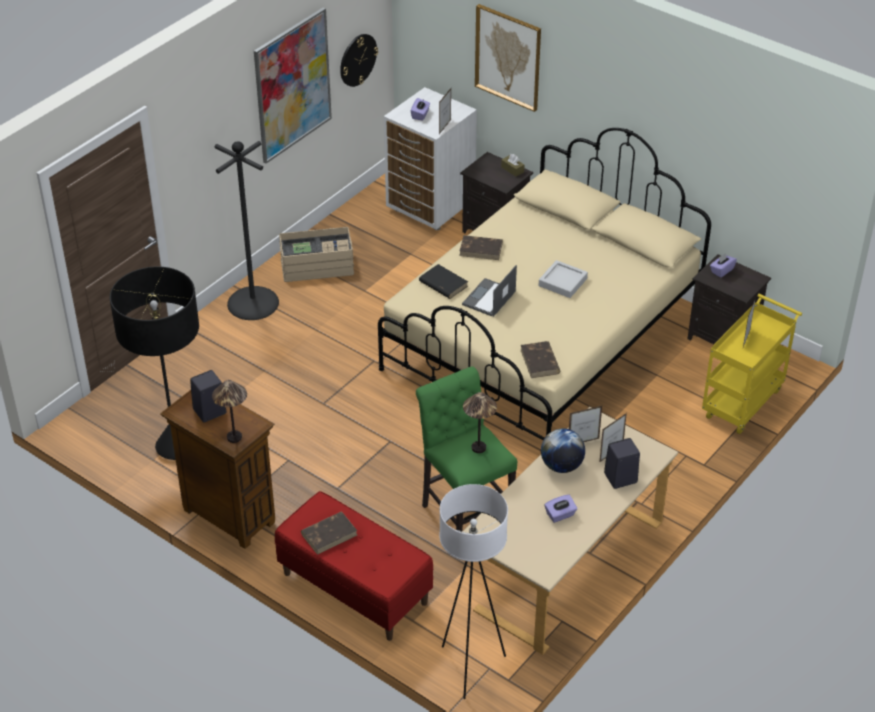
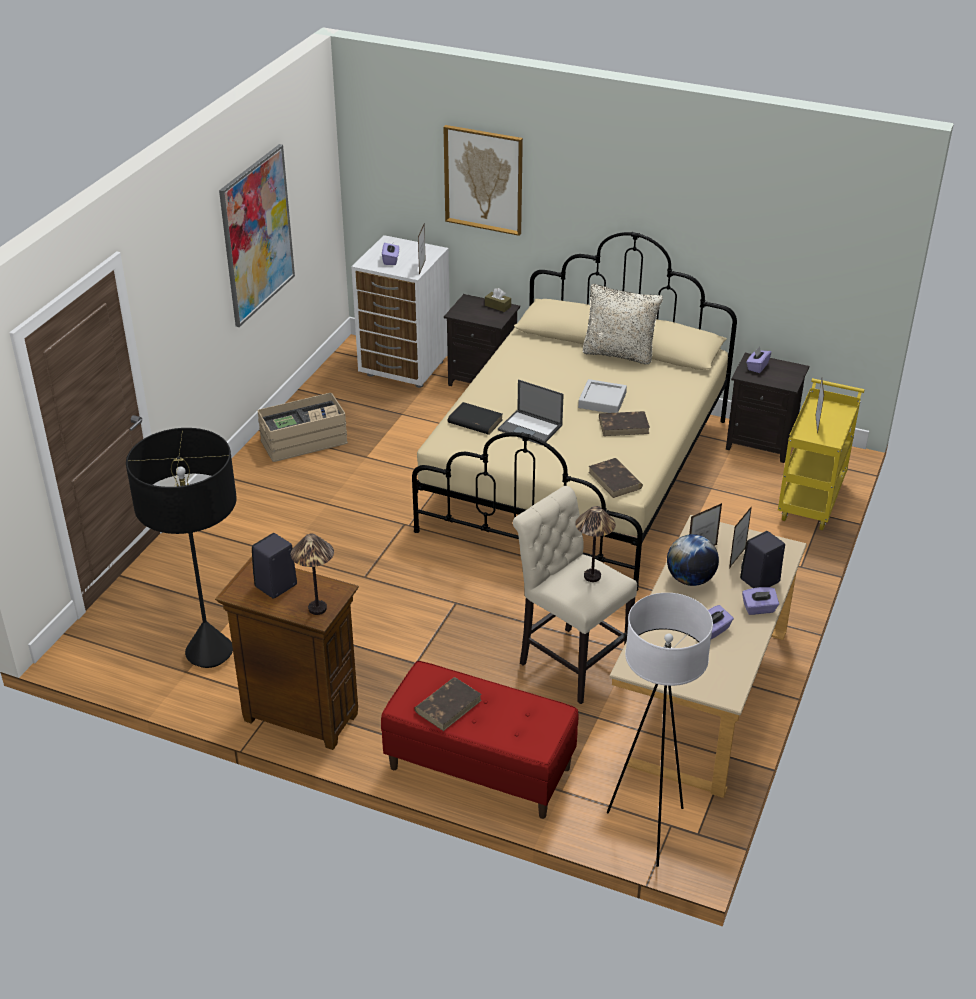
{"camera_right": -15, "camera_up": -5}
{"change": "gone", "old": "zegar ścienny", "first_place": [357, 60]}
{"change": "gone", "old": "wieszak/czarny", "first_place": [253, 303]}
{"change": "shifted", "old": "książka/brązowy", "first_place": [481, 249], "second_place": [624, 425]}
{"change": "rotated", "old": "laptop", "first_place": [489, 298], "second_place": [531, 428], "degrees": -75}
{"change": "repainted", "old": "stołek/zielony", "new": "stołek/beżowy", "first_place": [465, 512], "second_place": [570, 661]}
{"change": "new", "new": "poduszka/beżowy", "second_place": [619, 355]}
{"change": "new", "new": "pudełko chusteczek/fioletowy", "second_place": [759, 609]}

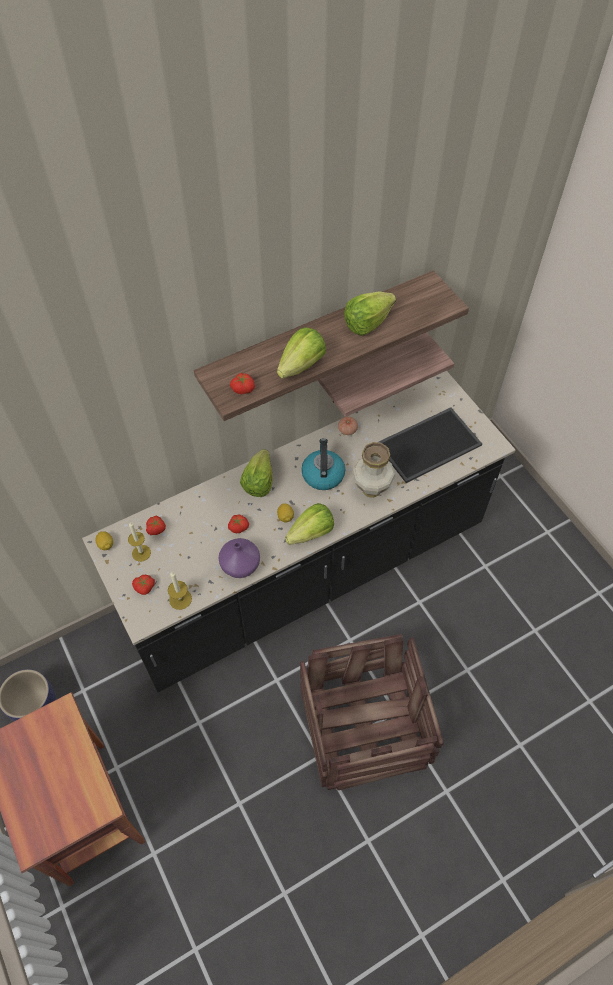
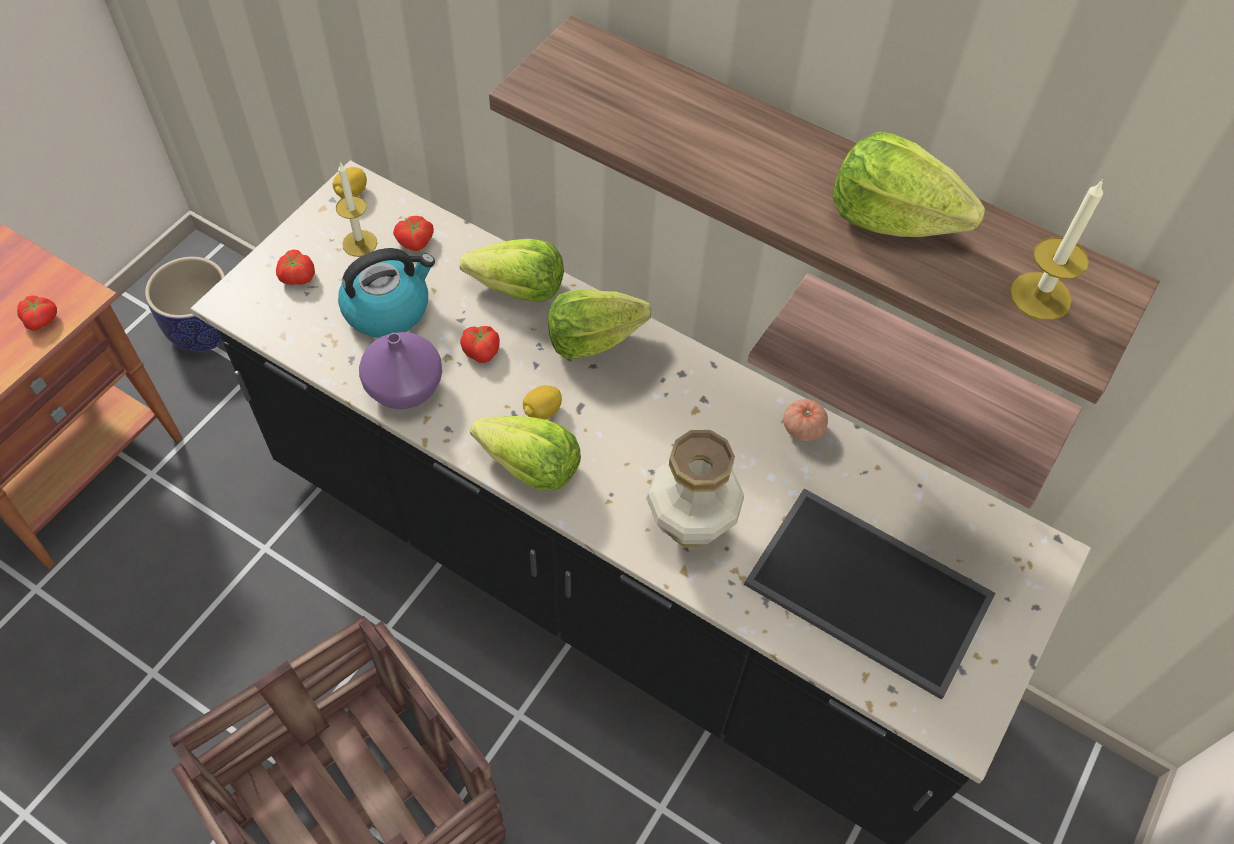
{"camera_right": 60, "camera_up": 0}
{"change": "shifted", "old": "sałata", "first_place": [301, 365], "second_place": [518, 290]}
{"change": "shifted", "old": "pomidor", "first_place": [243, 388], "second_place": [42, 319]}
{"change": "shifted", "old": "czajnik", "first_place": [322, 474], "second_place": [388, 308]}
{"change": "shifted", "old": "świeca", "first_place": [180, 599], "second_place": [1040, 296]}

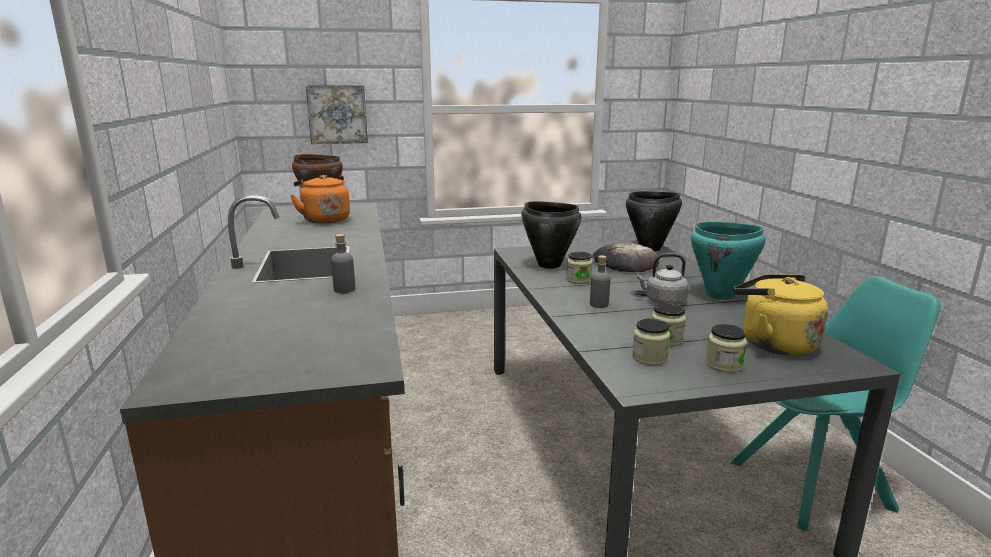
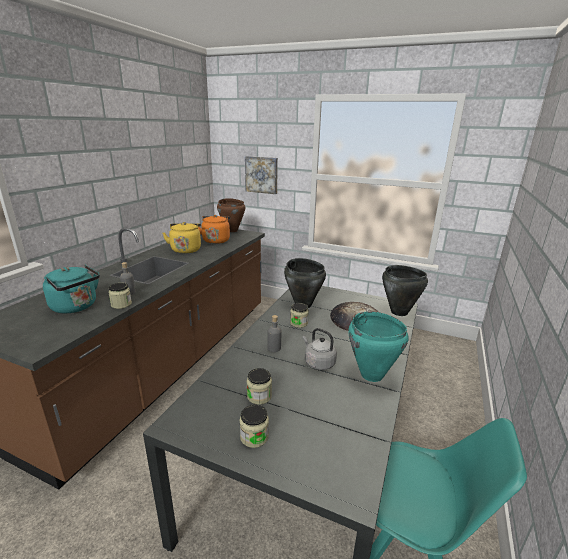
{"camera_right": 35, "camera_up": 5}
{"change": "shifted", "old": "czajnik/żółty", "first_place": [773, 343], "second_place": [186, 249]}
{"change": "shifted", "old": "słoik", "first_place": [649, 358], "second_place": [121, 304]}
{"change": "new", "new": "czajnik/turkusowy", "second_place": [76, 307]}

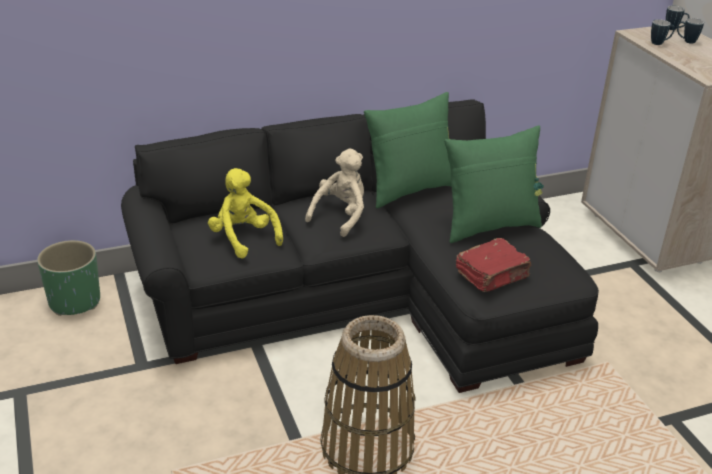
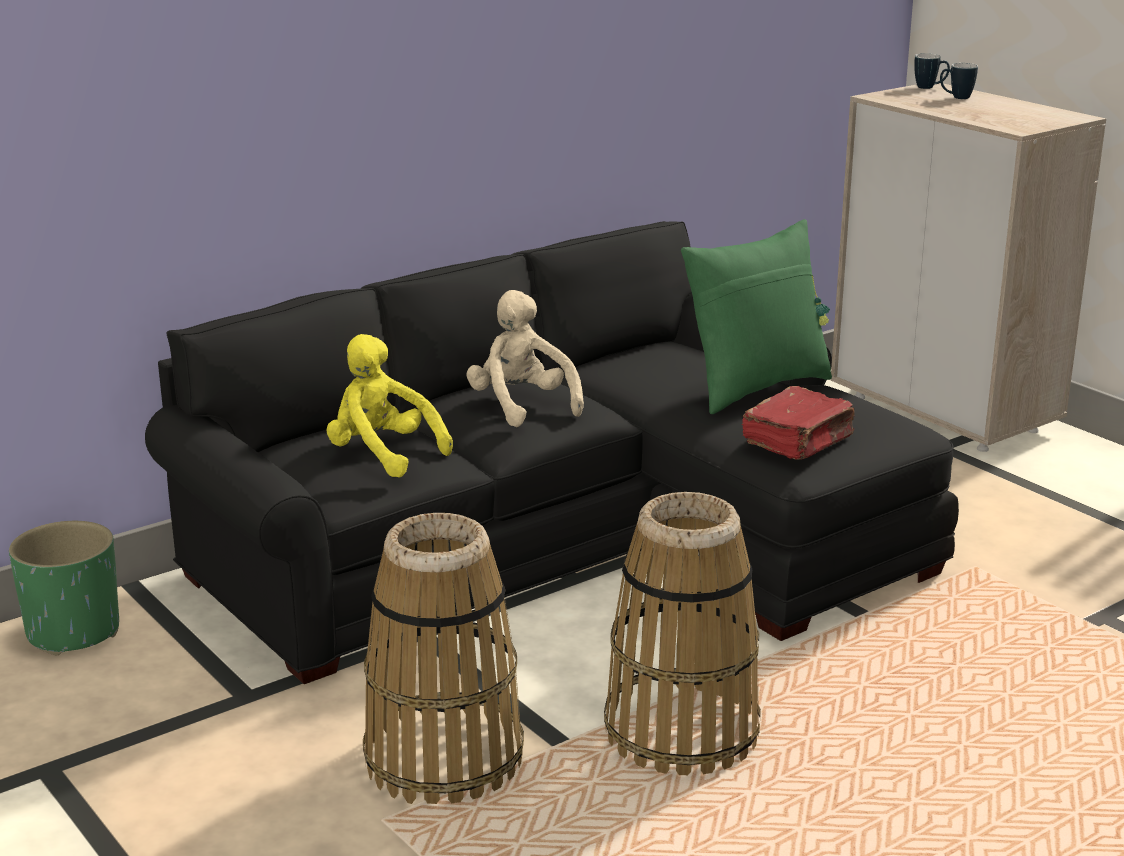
{"camera_right": -15, "camera_up": -10}
{"change": "gone", "old": "kubek", "first_place": [660, 43]}
{"change": "gone", "old": "poduszka/zielony", "first_place": [409, 191]}
{"change": "rotated", "old": "pluszak/beżowy", "first_place": [340, 216], "second_place": [521, 406], "degrees": -45}
{"change": "new", "new": "koszyk", "second_place": [443, 758]}

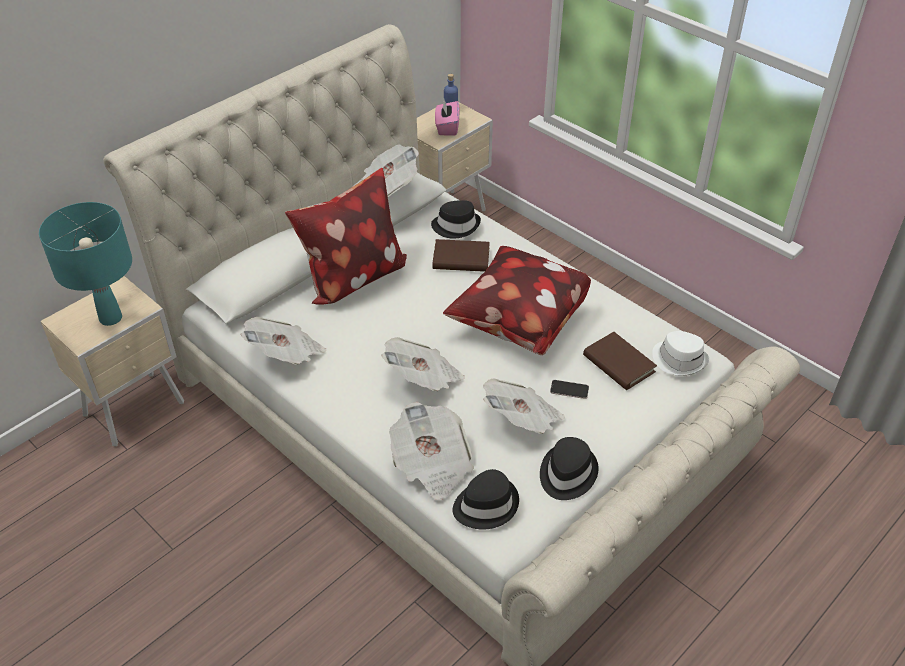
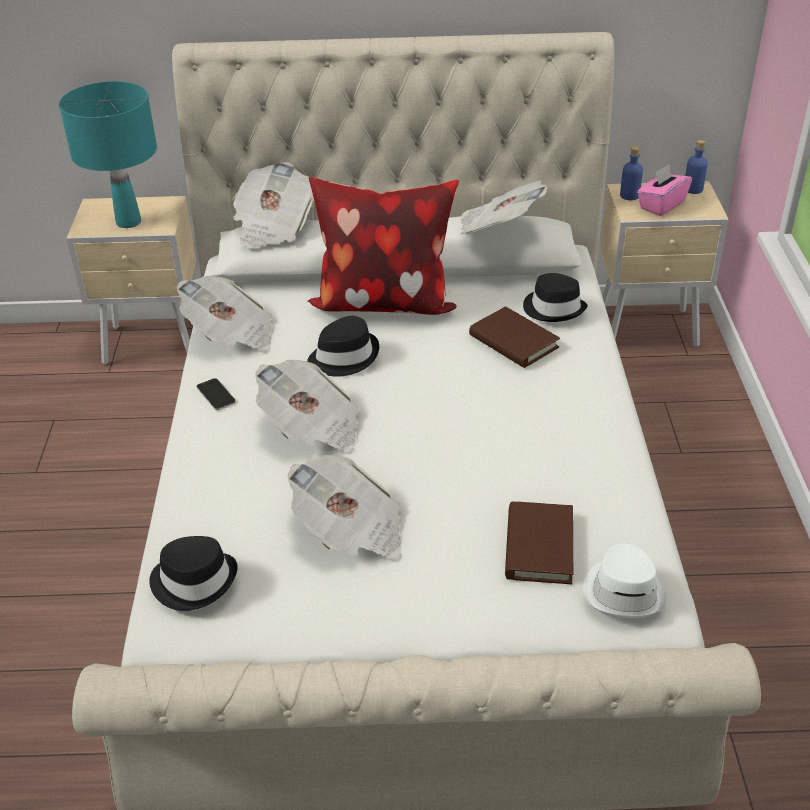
{"camera_right": 45, "camera_up": -5}
{"change": "gone", "old": "poduszka", "first_place": [517, 323]}
{"change": "shifted", "old": "telefon", "first_place": [569, 390], "second_place": [216, 395]}
{"change": "shifted", "old": "gazeta", "first_place": [432, 465], "second_place": [273, 227]}
{"change": "shifted", "old": "kapelusz/czarny", "first_place": [566, 474], "second_place": [343, 357]}
{"change": "new", "new": "butelka/niebieski", "second_place": [629, 195]}

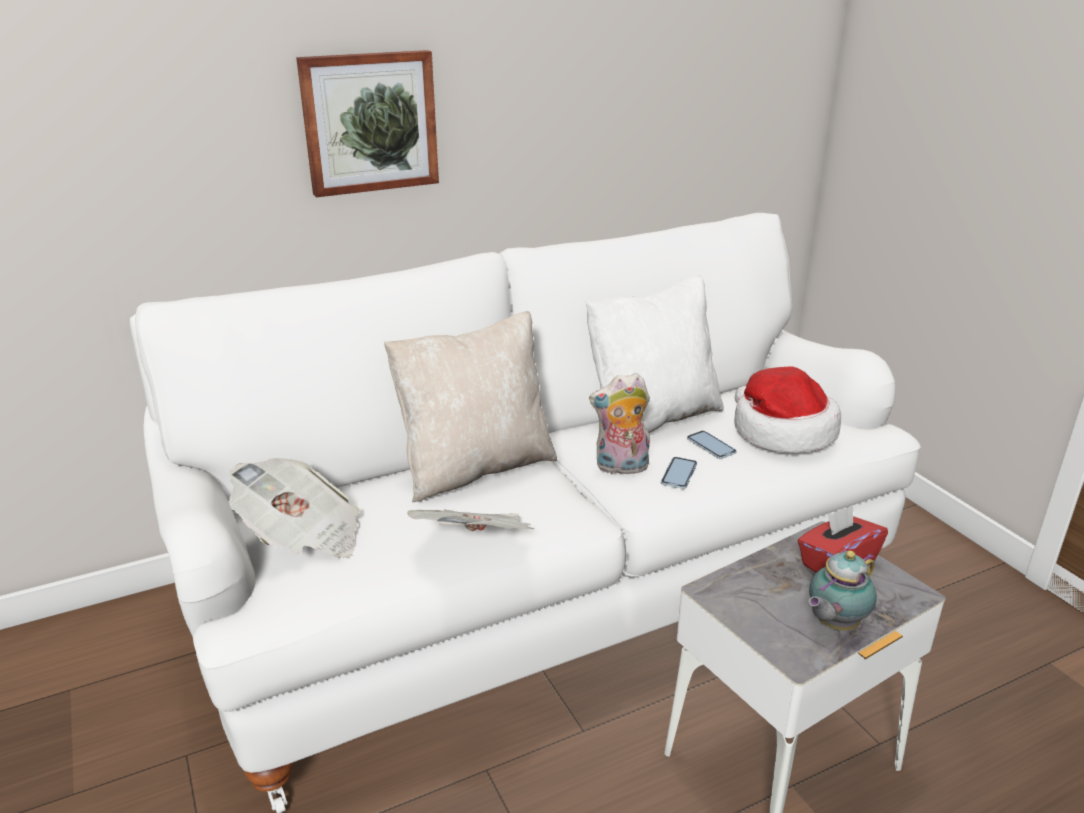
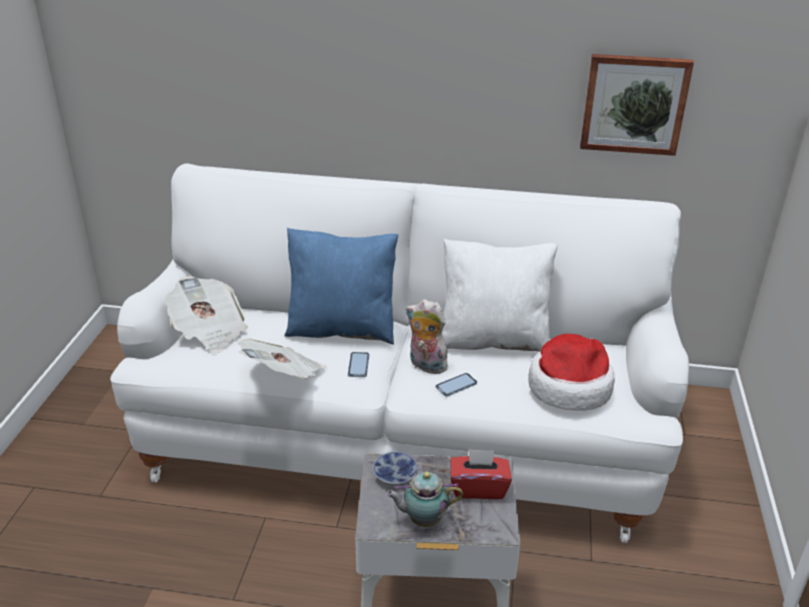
{"camera_right": 35, "camera_up": 5}
{"change": "shifted", "old": "obraz", "first_place": [369, 122], "second_place": [634, 104]}
{"change": "repainted", "old": "poduszka/beżowy", "new": "poduszka/niebieski", "first_place": [475, 468], "second_place": [342, 329]}
{"change": "shifted", "old": "telefon", "first_place": [711, 446], "second_place": [358, 365]}
{"change": "new", "new": "miska", "second_place": [394, 474]}

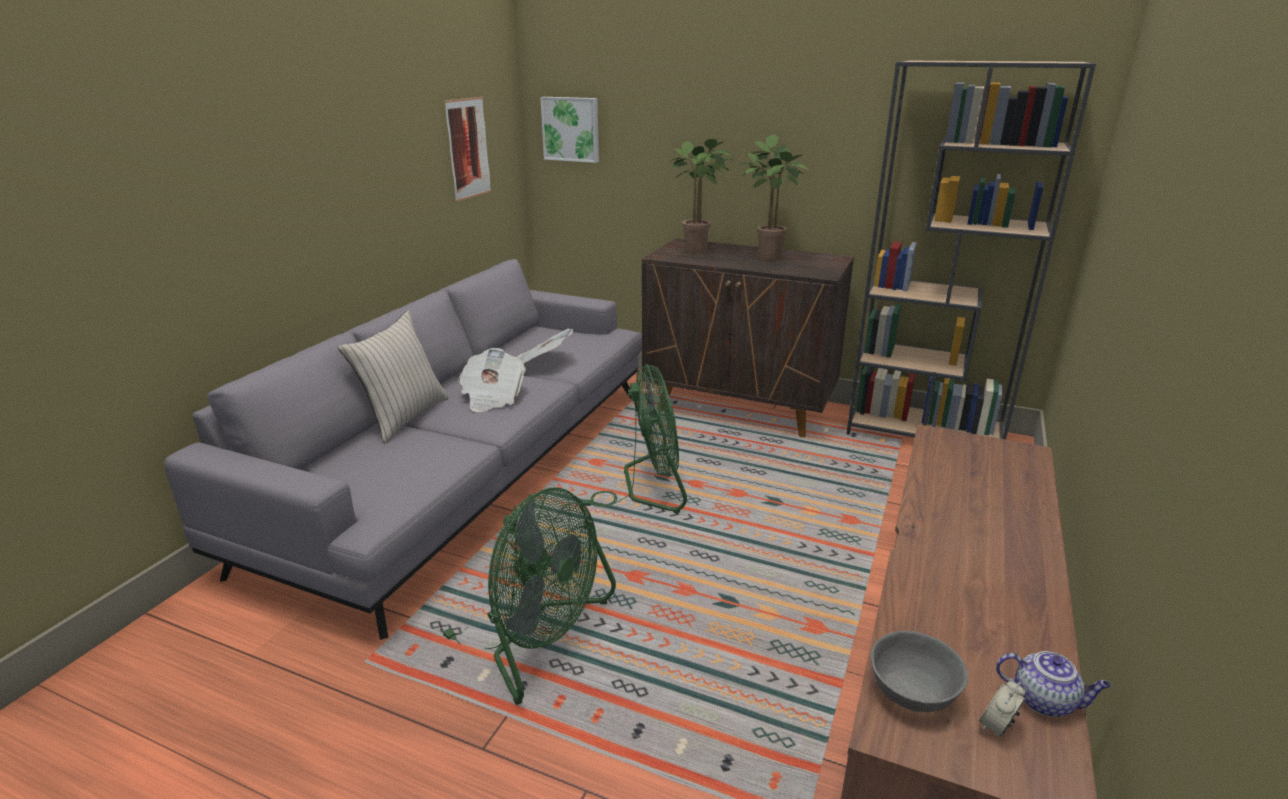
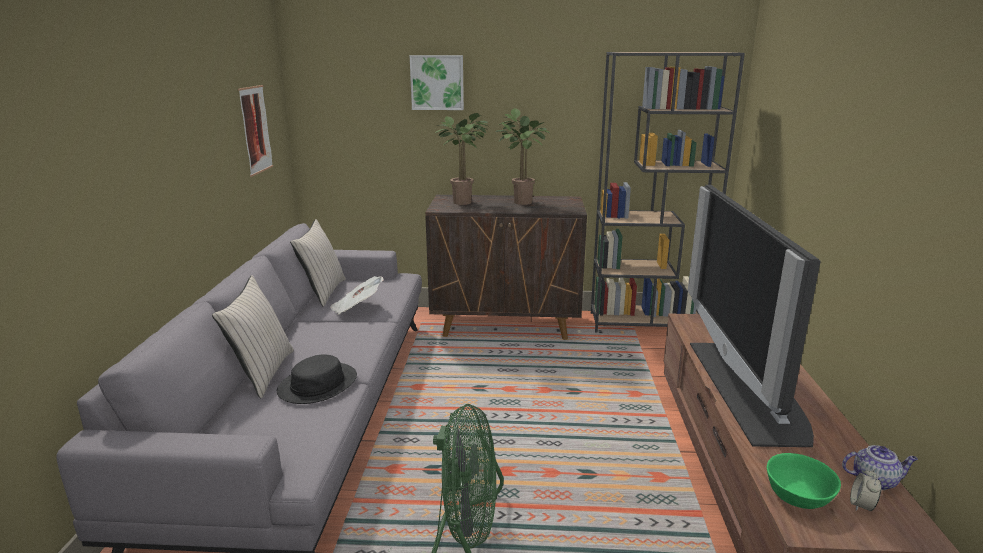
{"camera_right": -20, "camera_up": -5}
{"change": "shifted", "old": "obraz", "first_place": [571, 129], "second_place": [437, 82]}
{"change": "gone", "old": "gazeta", "first_place": [492, 397]}
{"change": "gone", "old": "wentylator/zielony", "first_place": [645, 486]}
{"change": "repainted", "old": "miska/szary", "new": "miska/zielony", "first_place": [913, 692], "second_place": [798, 496]}
{"change": "new", "new": "telewizor", "second_place": [747, 389]}
{"change": "new", "new": "poduszka/beżowy", "second_place": [323, 292]}
{"change": "new", "new": "kapelusz/czarny", "second_place": [317, 384]}

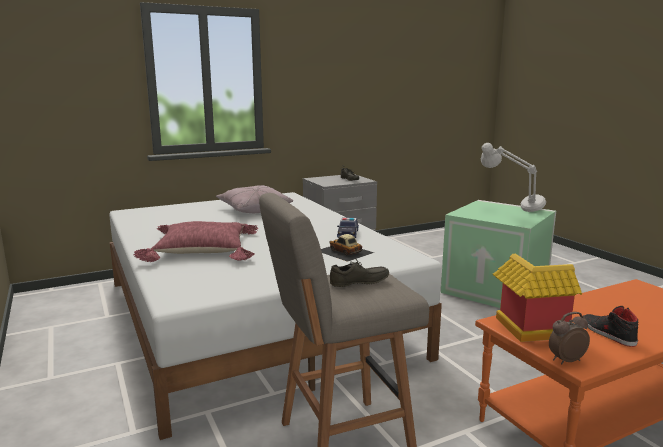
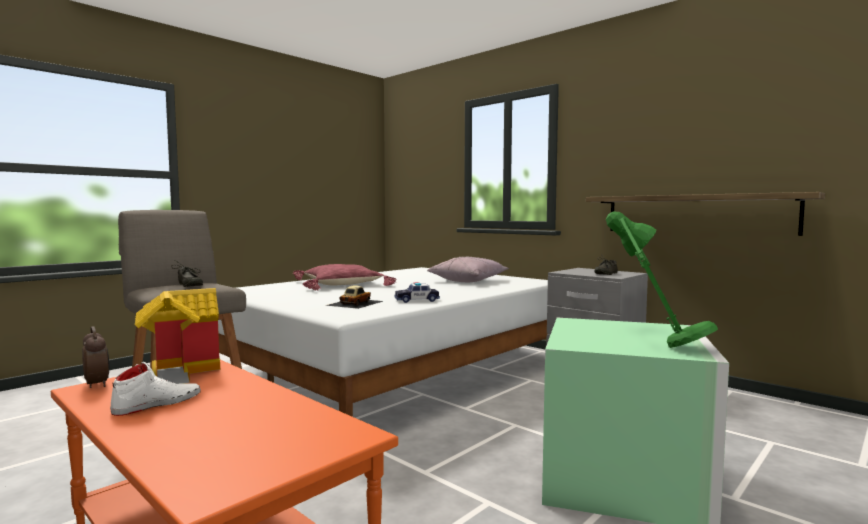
{"camera_right": 70, "camera_up": -10}
{"change": "repainted", "old": "lampa stołowa/szary", "new": "lampa stołowa/zielony", "first_place": [511, 210], "second_place": [652, 339]}
{"change": "repainted", "old": "but/czarny", "new": "but/biały", "first_place": [607, 333], "second_place": [157, 403]}
{"change": "new", "new": "półka", "second_place": [696, 214]}

